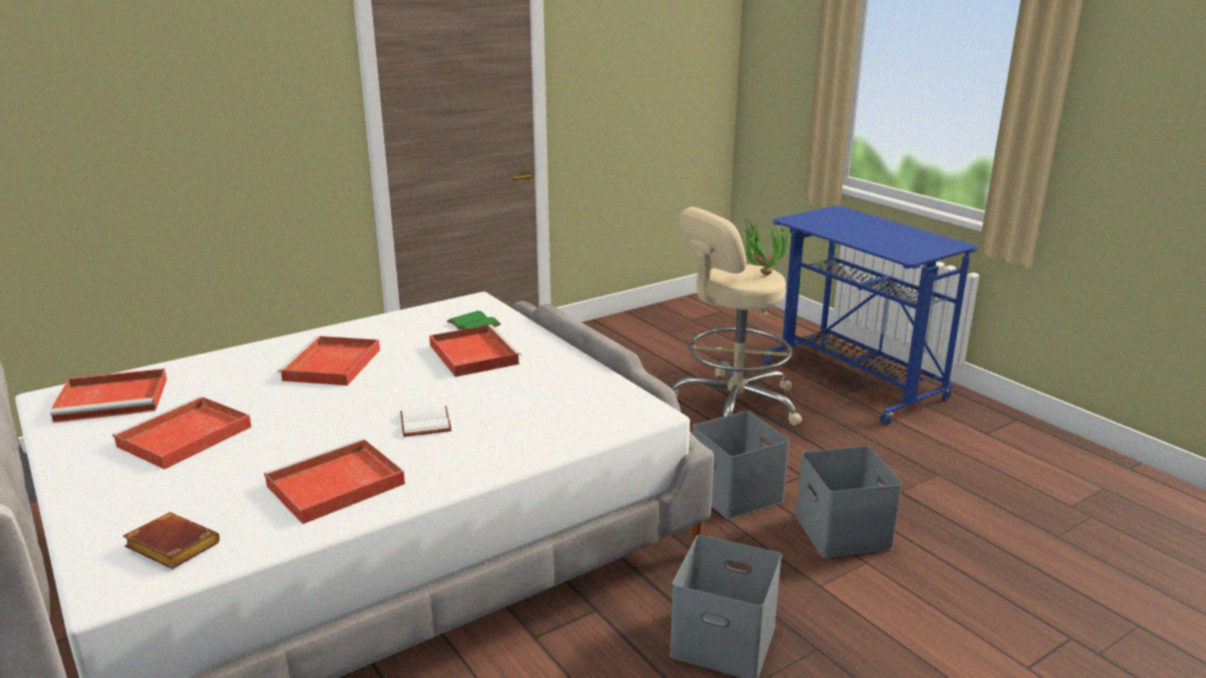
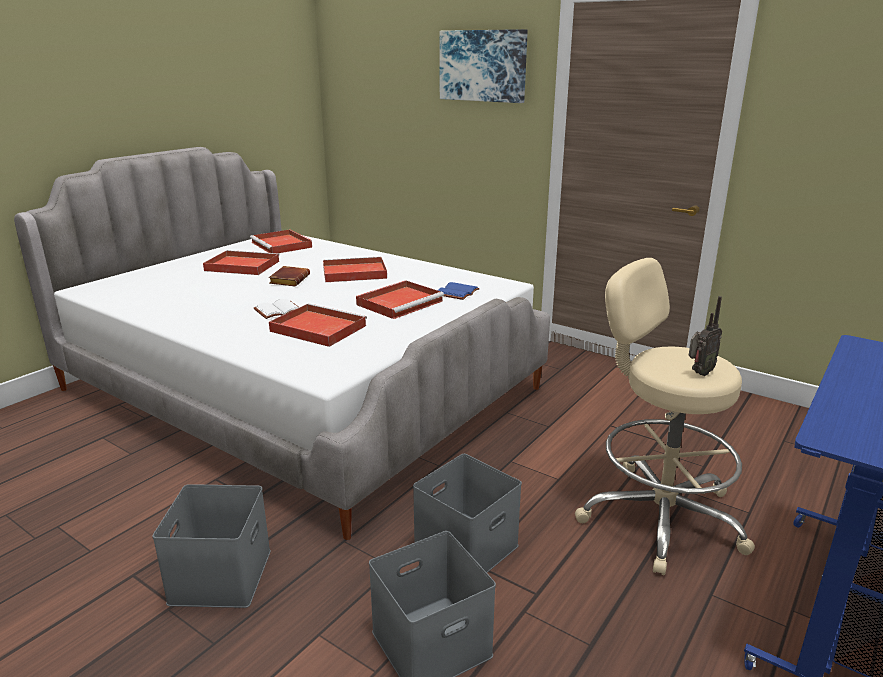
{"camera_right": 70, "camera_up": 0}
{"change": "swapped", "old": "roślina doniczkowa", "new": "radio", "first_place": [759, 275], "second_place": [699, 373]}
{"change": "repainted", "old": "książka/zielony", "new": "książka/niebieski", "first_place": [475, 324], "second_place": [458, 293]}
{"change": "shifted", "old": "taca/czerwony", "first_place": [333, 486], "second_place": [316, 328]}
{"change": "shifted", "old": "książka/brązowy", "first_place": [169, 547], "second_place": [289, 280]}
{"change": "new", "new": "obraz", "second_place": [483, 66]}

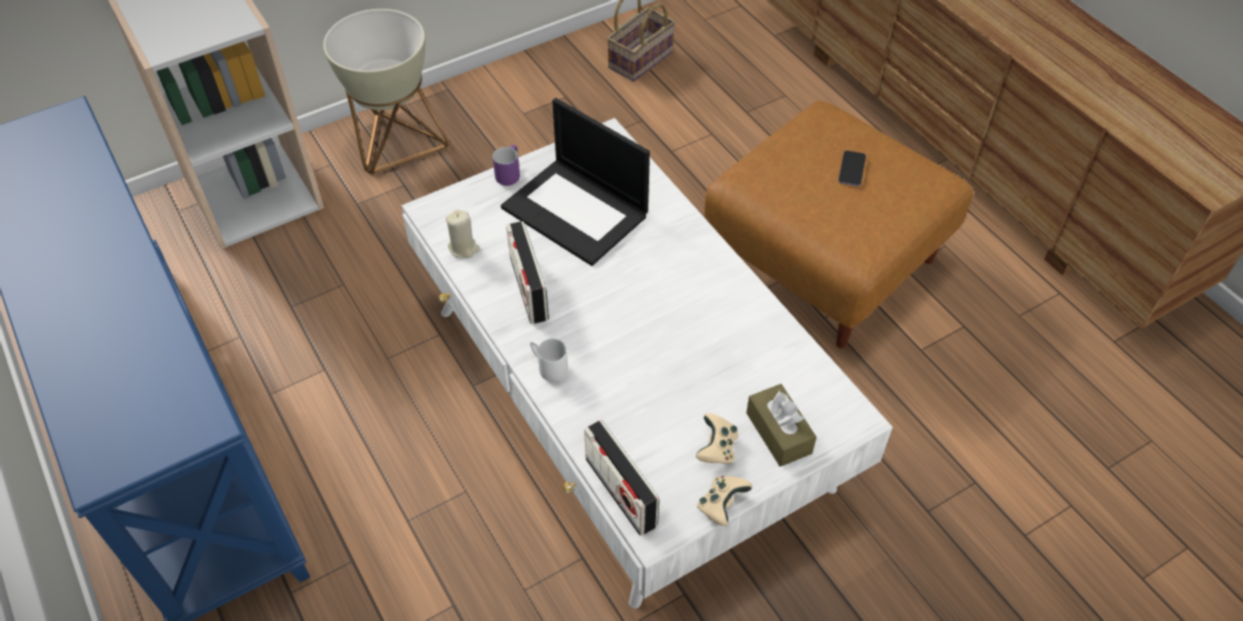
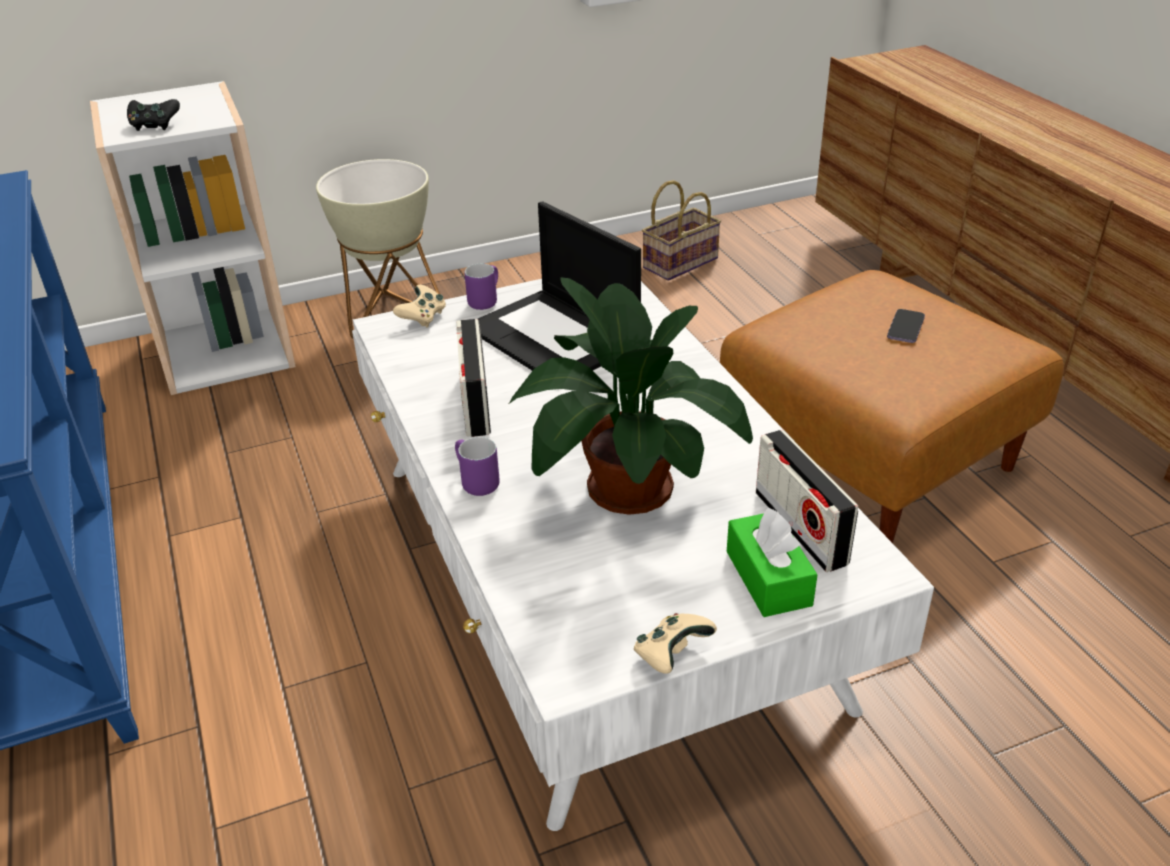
{"camera_right": 10, "camera_up": -15}
{"change": "gone", "old": "świeca/beżowy", "first_place": [463, 248]}
{"change": "repainted", "old": "kubek/biały", "new": "kubek/fioletowy", "first_place": [547, 369], "second_place": [473, 482]}
{"change": "repainted", "old": "pudełko chusteczek/brązowy", "new": "pudełko chusteczek/zielony", "first_place": [778, 433], "second_place": [768, 578]}
{"change": "shifted", "old": "pad do gier/beżowy", "first_place": [717, 448], "second_place": [422, 318]}
{"change": "shifted", "old": "radio", "first_place": [621, 492], "second_place": [800, 528]}
{"change": "new", "new": "pad do gier/czarny", "second_place": [154, 126]}
{"change": "new", "new": "roślina doniczkowa", "second_place": [622, 484]}

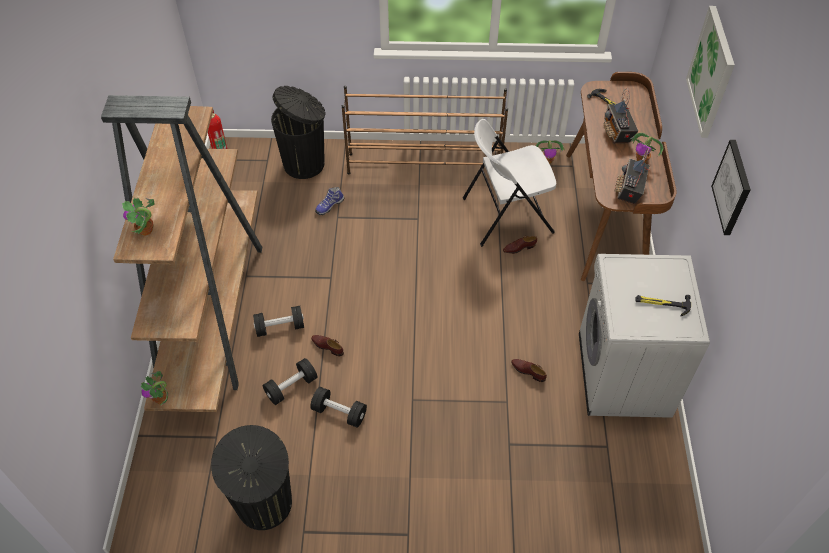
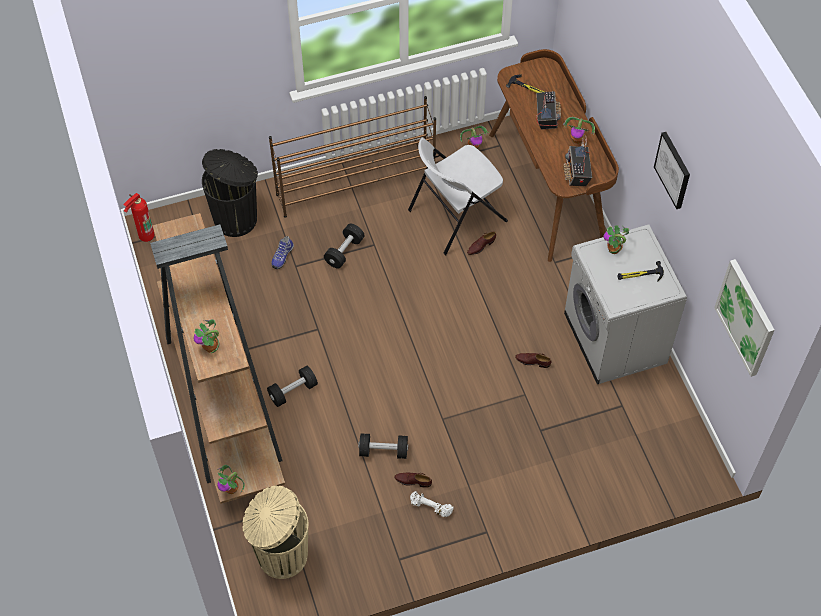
{"camera_right": -20, "camera_up": 5}
{"change": "shifted", "old": "obraz", "first_place": [711, 72], "second_place": [746, 317]}
{"change": "rotated", "old": "radio", "first_place": [617, 133], "second_place": [546, 118], "degrees": -150}
{"change": "shifted", "old": "but/brązowy", "first_place": [327, 346], "second_place": [413, 481]}
{"change": "shifted", "old": "hantel/czarny", "first_place": [291, 387], "second_place": [344, 251]}
{"change": "gone", "old": "kosz na śmieci/czarny", "first_place": [265, 505]}
{"change": "new", "new": "roślina doniczkowa", "second_place": [614, 250]}
{"change": "new", "new": "kosz na śmieci/beżowy", "second_place": [280, 555]}
{"change": "new", "new": "hantel/biały", "second_place": [430, 507]}

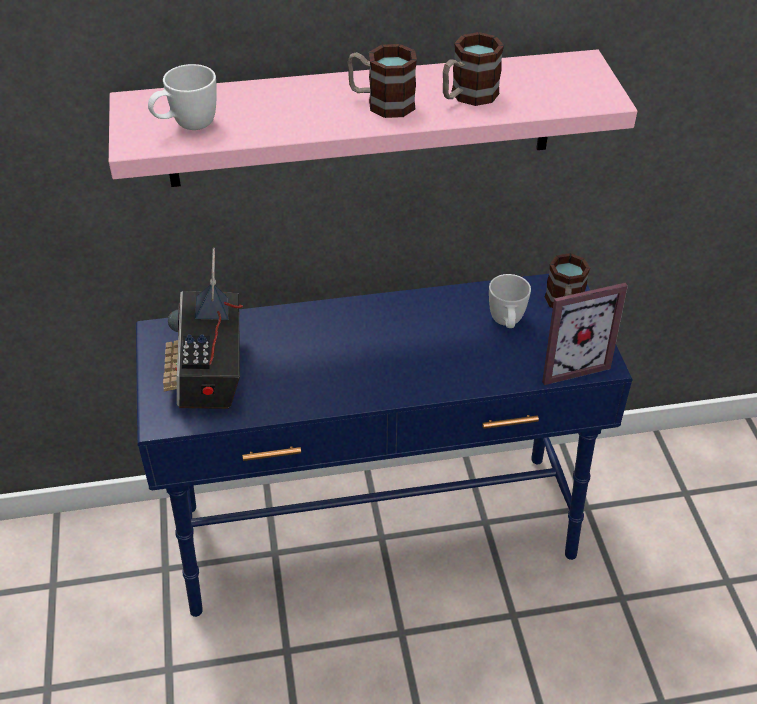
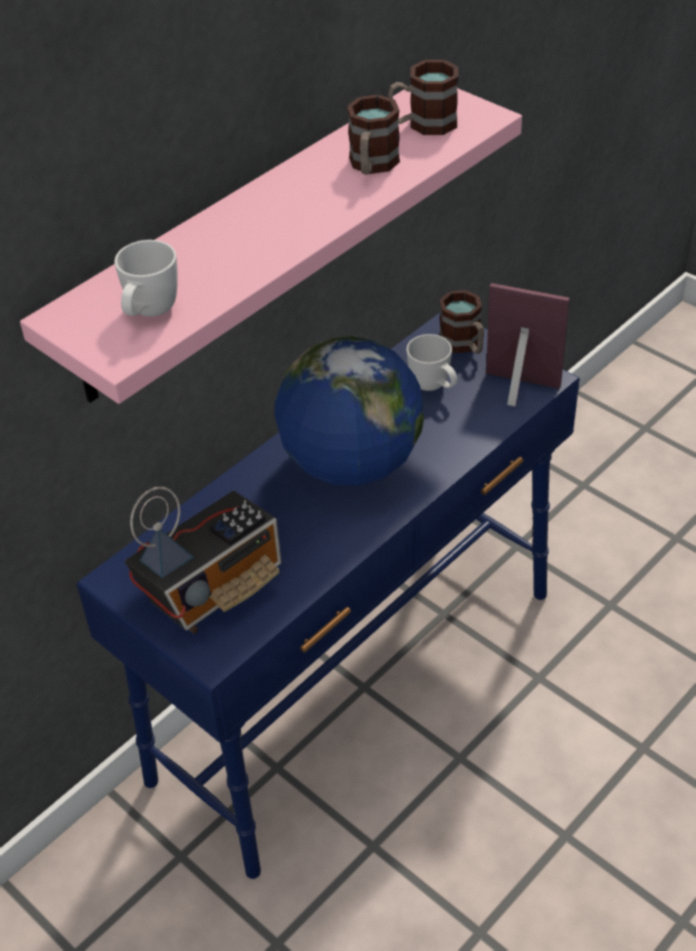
{"camera_right": -35, "camera_up": 0}
{"change": "shifted", "old": "kubek", "first_place": [381, 103], "second_place": [423, 125]}
{"change": "rotated", "old": "radio", "first_place": [210, 376], "second_place": [215, 589], "degrees": -90}
{"change": "rotated", "old": "ramka na zdjęcie", "first_place": [568, 362], "second_place": [518, 392], "degrees": -105}
{"change": "new", "new": "globus", "second_place": [351, 464]}

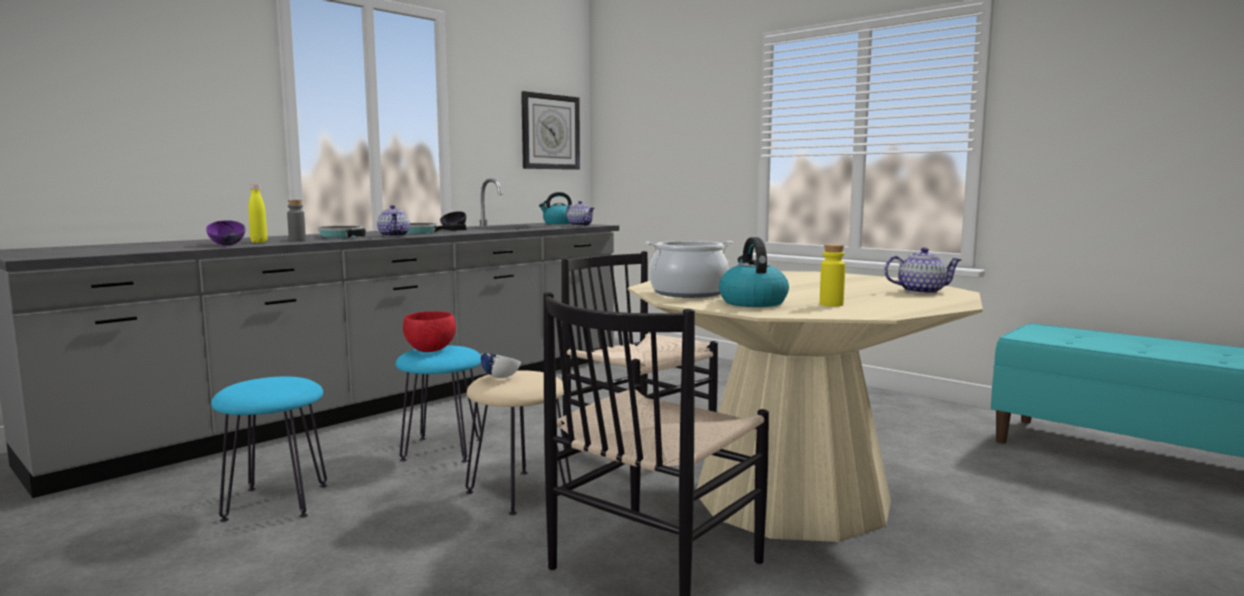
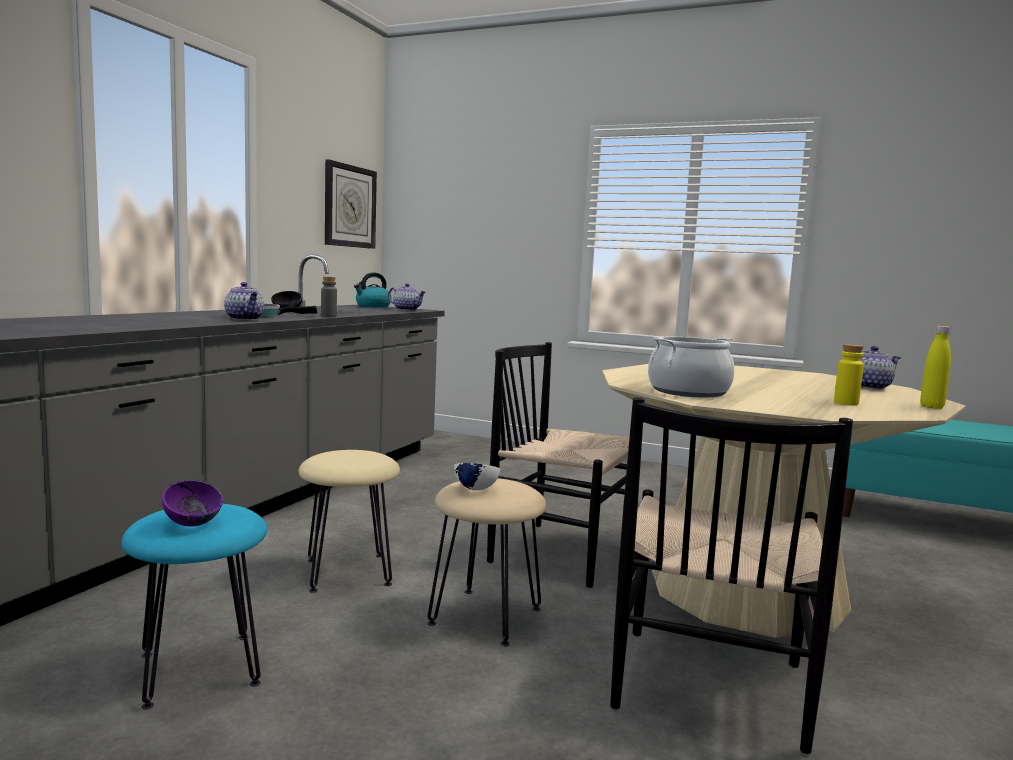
{"camera_right": -20, "camera_up": 0}
{"change": "shifted", "old": "butelka/żółty", "first_place": [259, 242], "second_place": [931, 407]}
{"change": "shifted", "old": "butelka/szary", "first_place": [297, 240], "second_place": [328, 316]}
{"change": "shifted", "old": "miska/fioletowy", "first_place": [227, 245], "second_place": [193, 524]}
{"change": "gone", "old": "patelnia", "first_place": [343, 236]}
{"change": "gone", "old": "czajnik", "first_place": [752, 302]}
{"change": "gone", "old": "miska/czerwony", "first_place": [430, 350]}
{"change": "repainted", "old": "stołek/turkusowy", "new": "stołek/beżowy", "first_place": [442, 450], "second_place": [348, 572]}

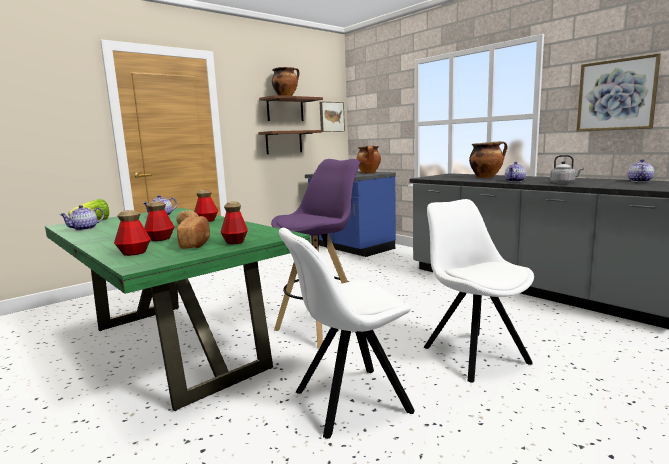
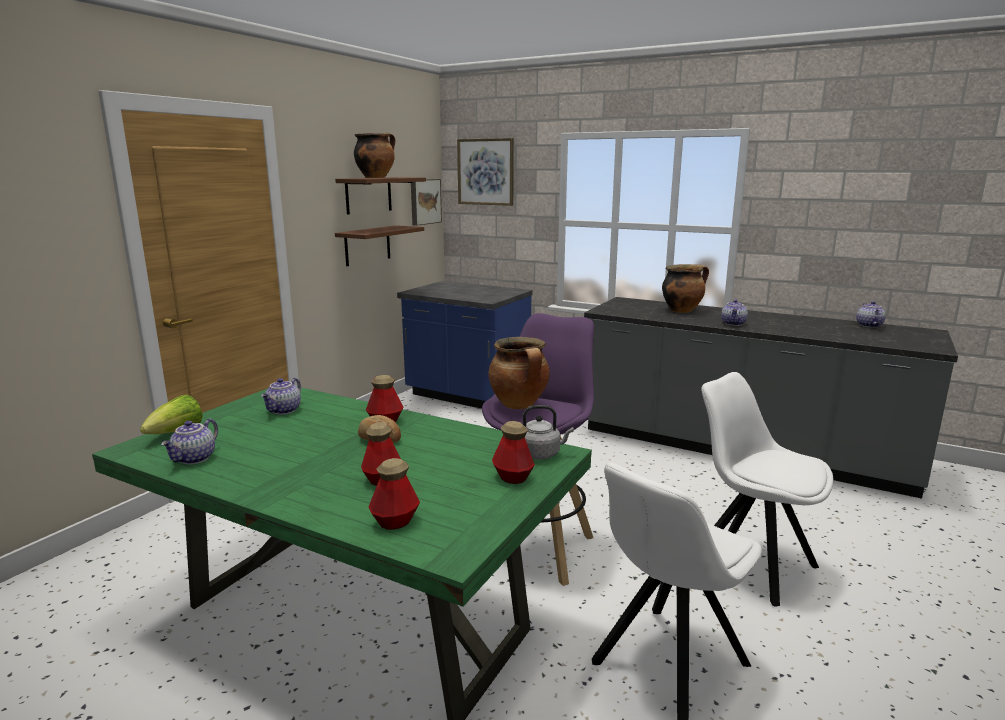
{"camera_right": -20, "camera_up": 5}
{"change": "shifted", "old": "obraz", "first_place": [616, 95], "second_place": [486, 172]}
{"change": "shifted", "old": "garnek", "first_place": [369, 173], "second_place": [520, 405]}
{"change": "shifted", "old": "czajnik/szary", "first_place": [563, 183], "second_place": [541, 454]}
{"change": "gone", "old": "chleb", "first_place": [196, 243]}

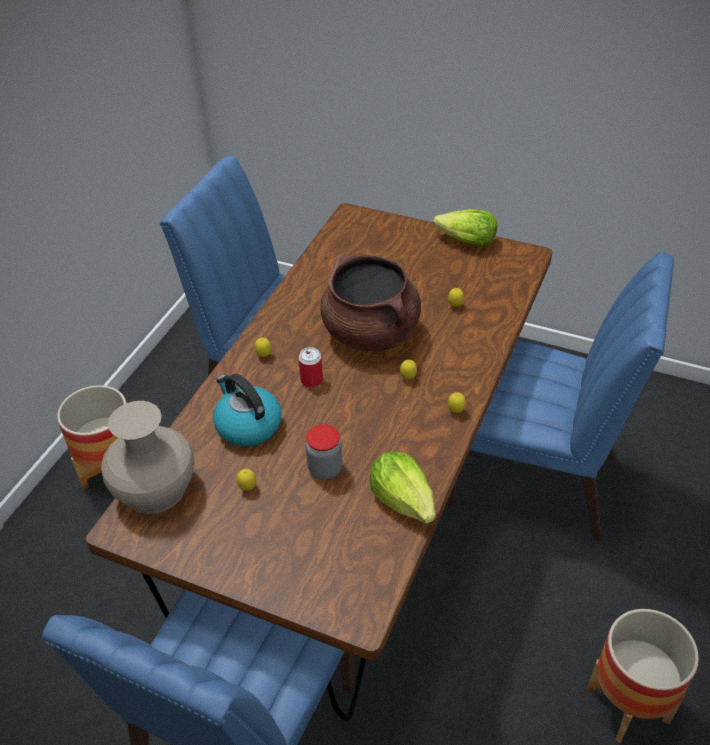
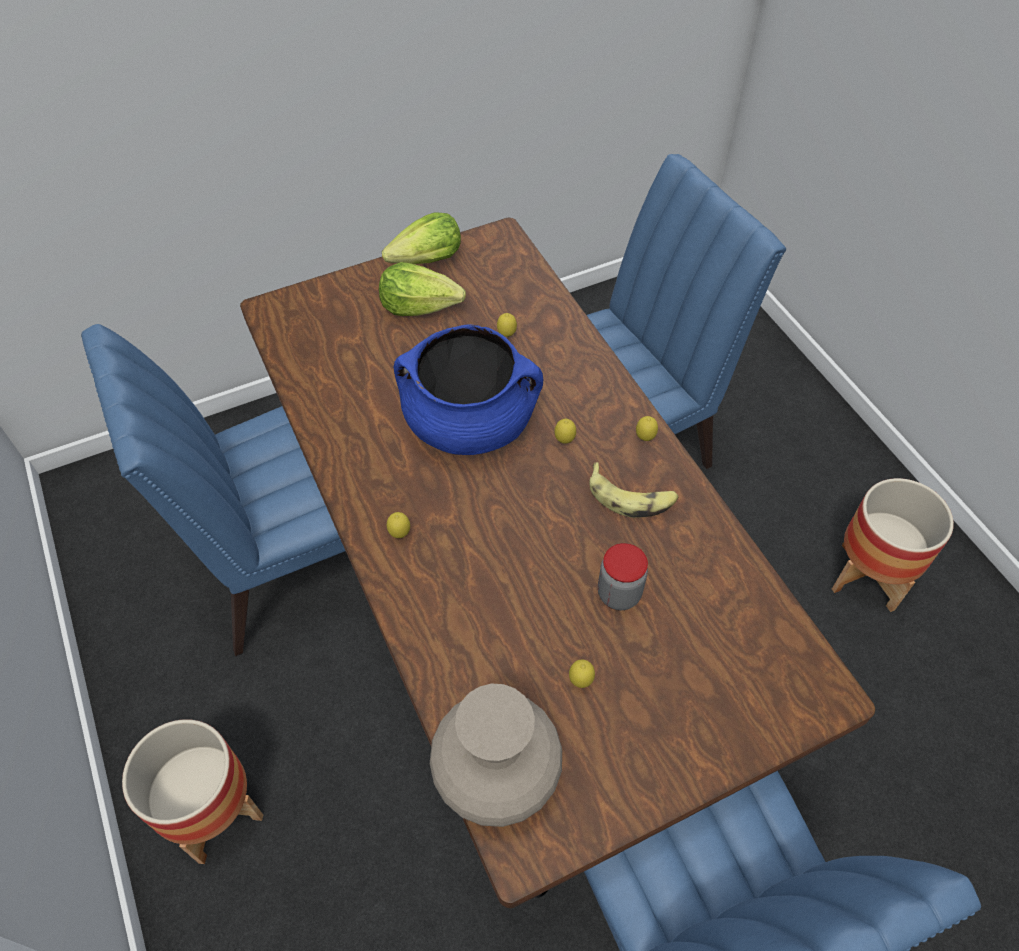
{"camera_right": -50, "camera_up": 10}
{"change": "repainted", "old": "garnek/brązowy", "new": "garnek/niebieski", "first_place": [371, 333], "second_place": [470, 422]}
{"change": "gone", "old": "puszka", "first_place": [311, 380]}
{"change": "gone", "old": "czajnik", "first_place": [247, 425]}
{"change": "shifted", "old": "sałata", "first_place": [404, 500], "second_place": [420, 306]}
{"change": "new", "new": "banan", "second_place": [631, 497]}

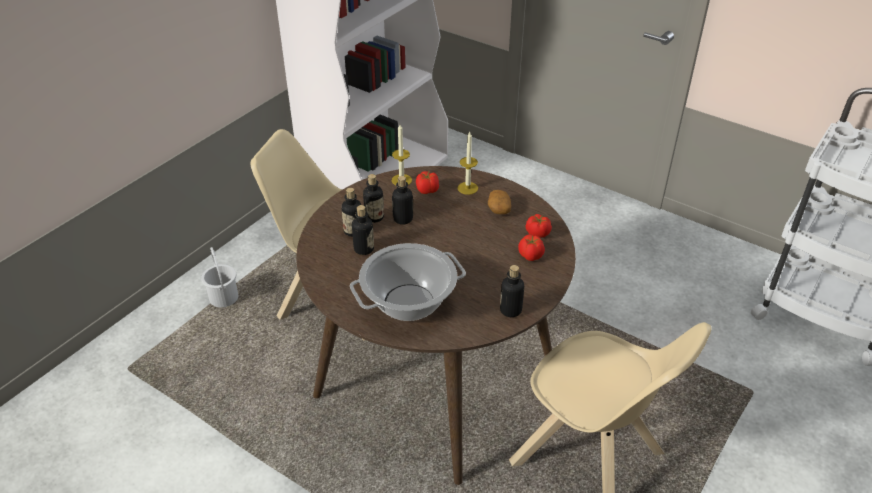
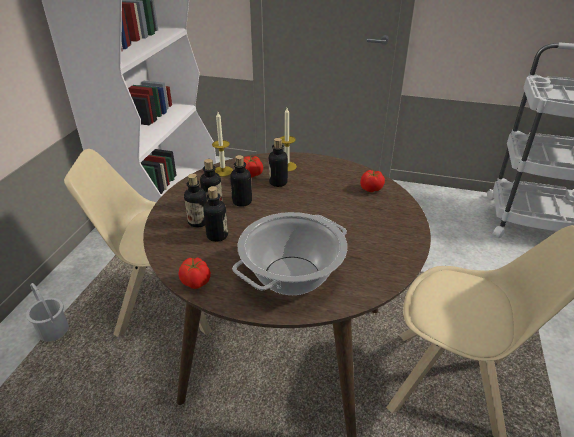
{"camera_right": -20, "camera_up": -5}
{"change": "gone", "old": "ziemniak", "first_place": [498, 209]}
{"change": "shifted", "old": "pomidor", "first_place": [530, 256], "second_place": [195, 283]}
{"change": "shifted", "old": "butelka", "first_place": [510, 310], "second_place": [278, 182]}

